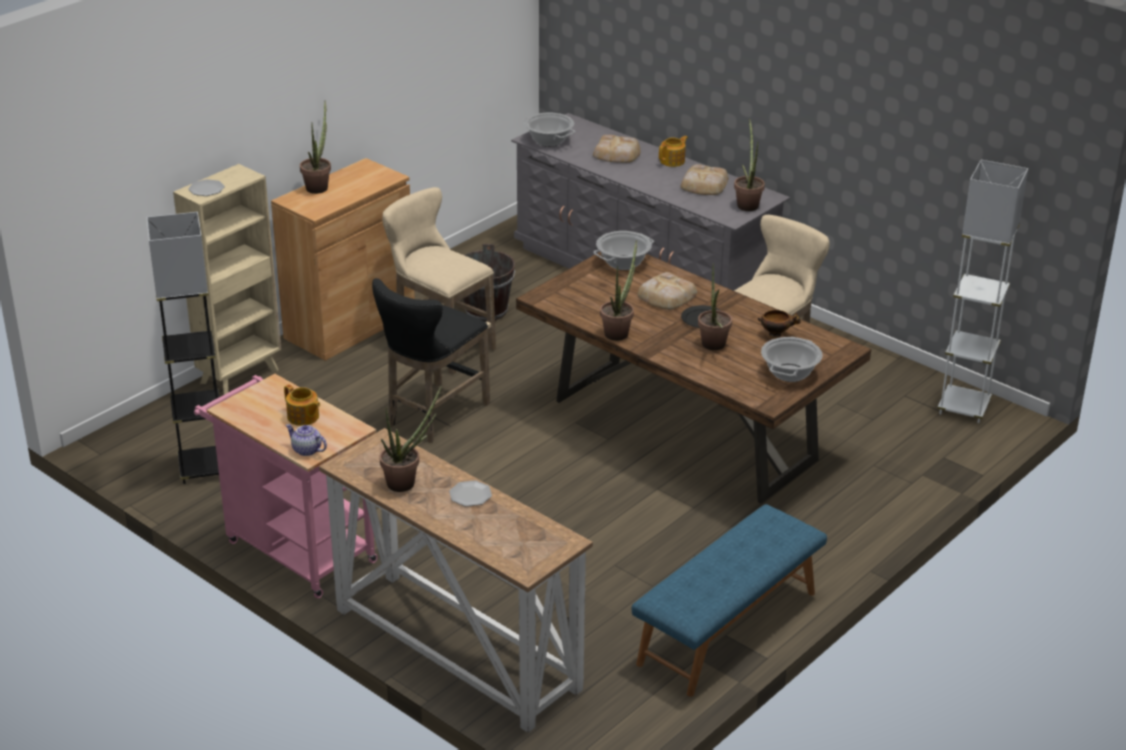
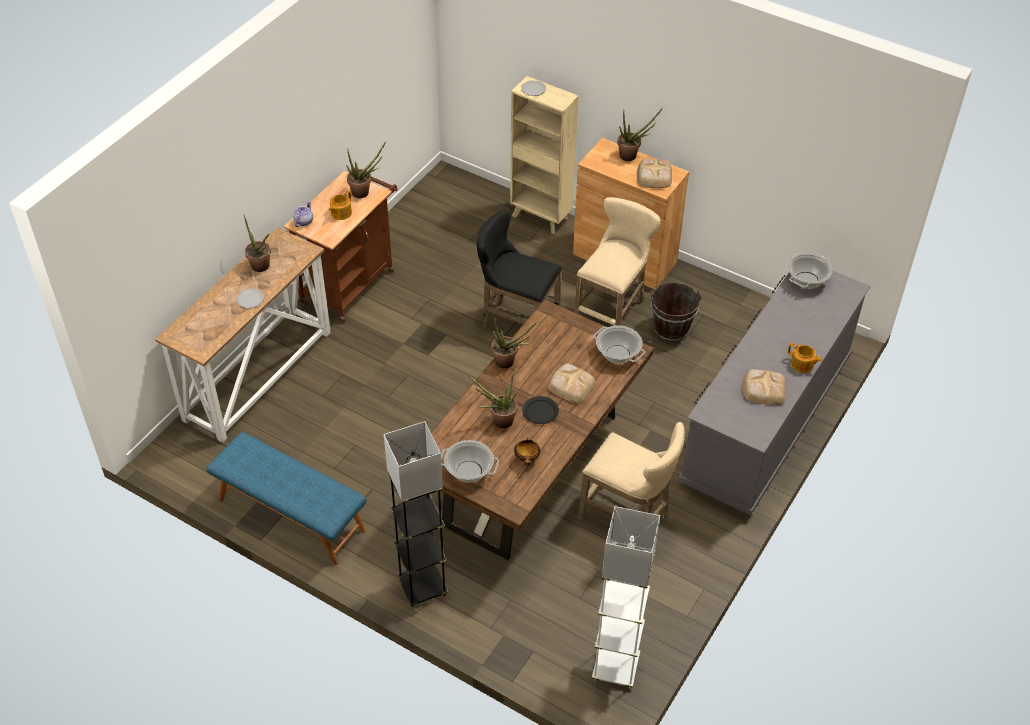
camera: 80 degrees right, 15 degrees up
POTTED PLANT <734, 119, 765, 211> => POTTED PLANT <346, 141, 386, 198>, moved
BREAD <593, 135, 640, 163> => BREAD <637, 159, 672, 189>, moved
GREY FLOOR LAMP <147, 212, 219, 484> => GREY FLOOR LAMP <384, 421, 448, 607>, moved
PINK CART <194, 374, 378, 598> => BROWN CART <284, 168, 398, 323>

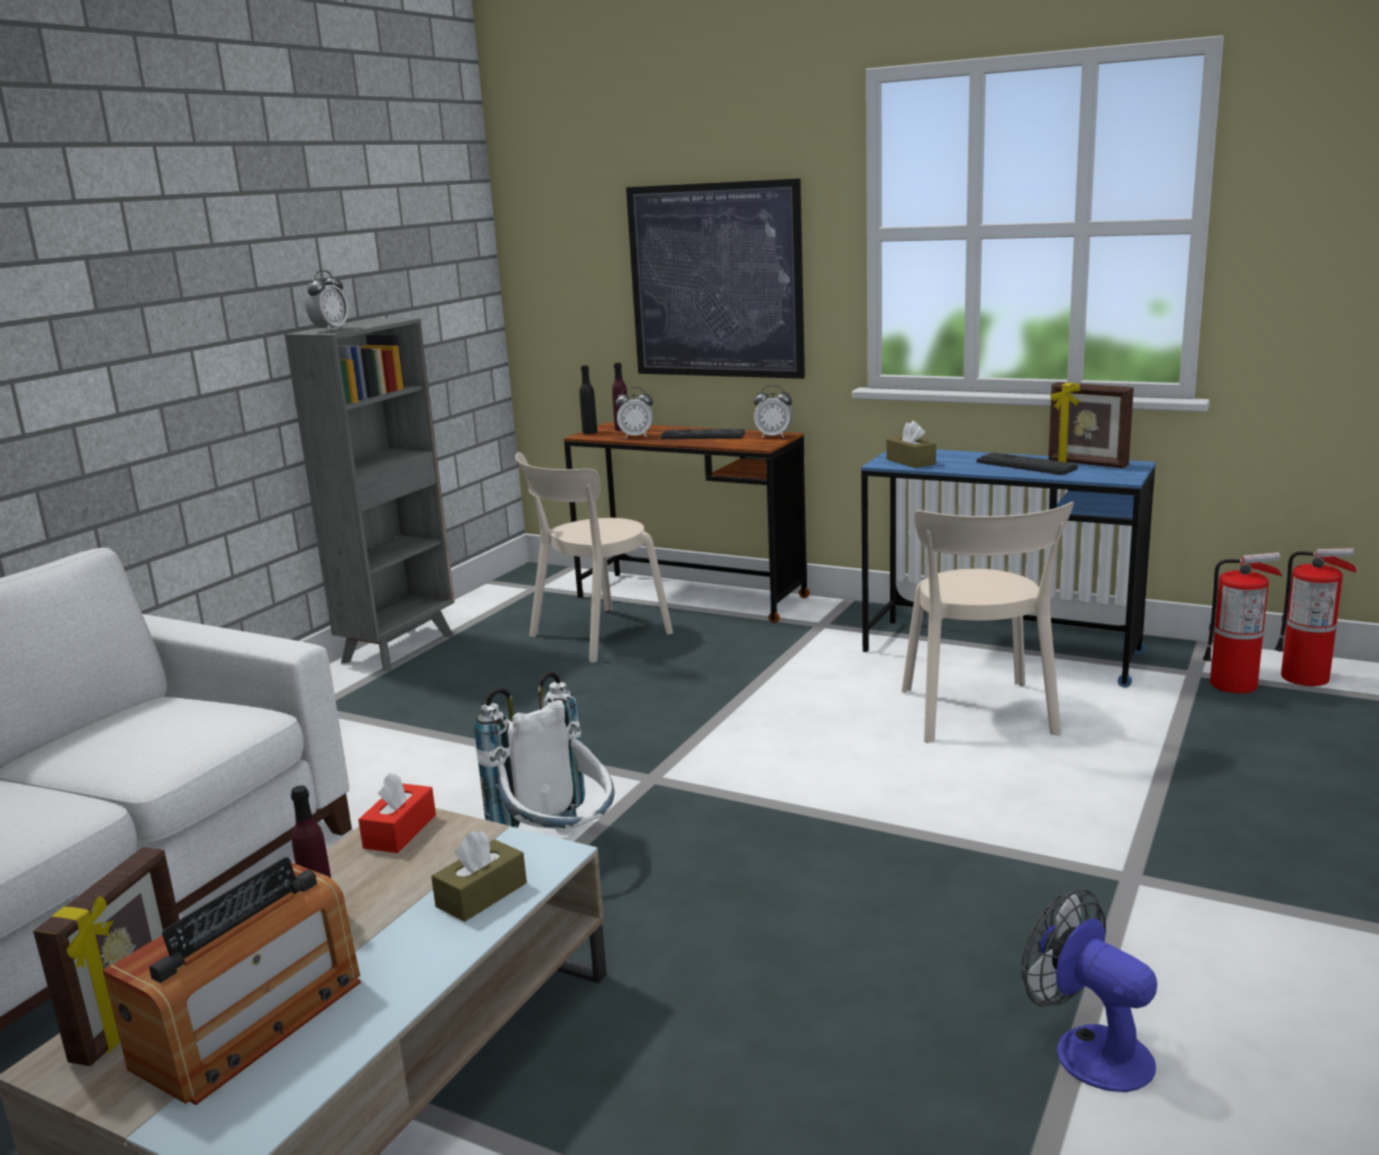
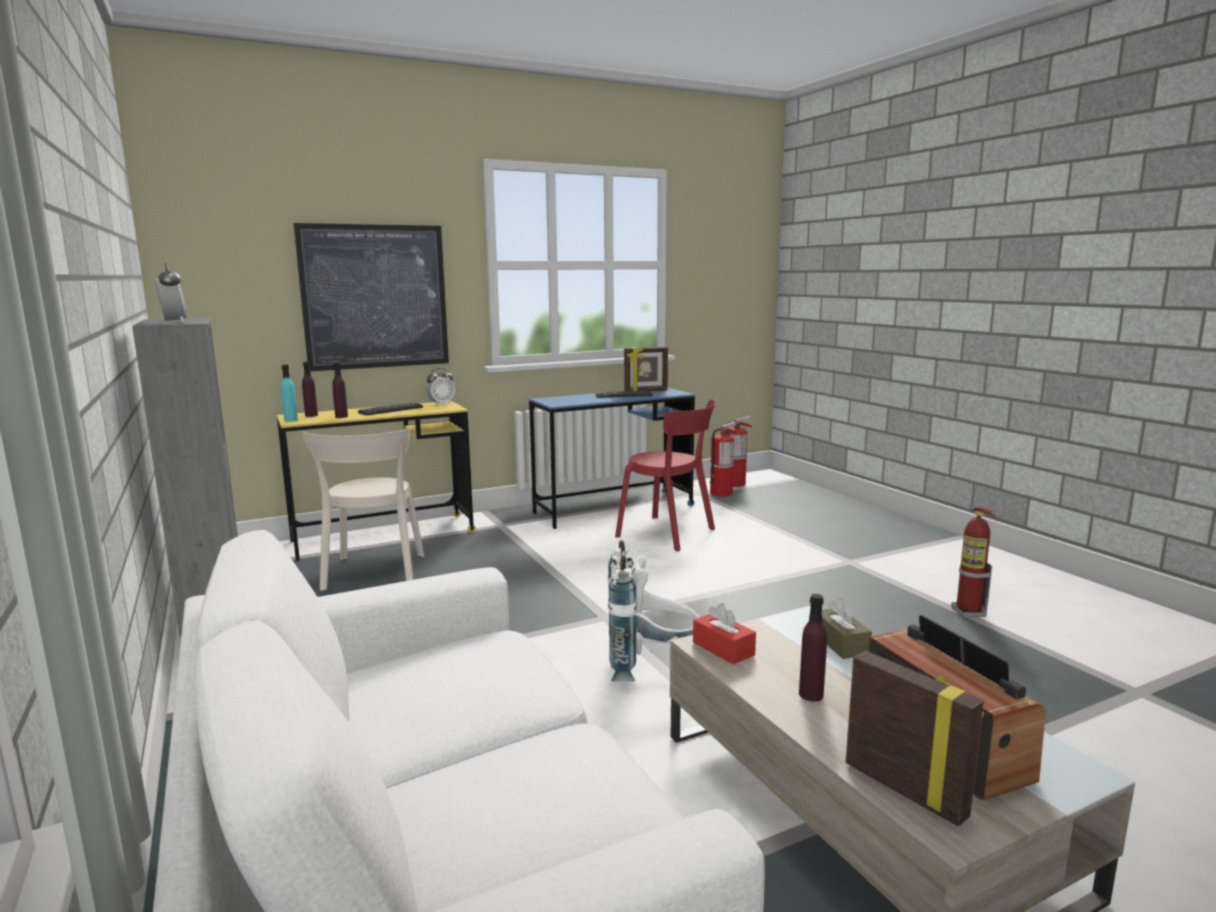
camera: 55 degrees left, 5 degrees down
BLACK BOTTLE <579, 365, 597, 434> => TURQUOISE BOTTLE <281, 365, 298, 422>
ALARM CLOCK <615, 387, 654, 438> => PURPLE BOTTLE <332, 362, 348, 418>
BROWN TISSUE BOX <887, 421, 936, 468> => nothing
BROWN DESK <564, 423, 810, 623> => YELLOW DESK <277, 401, 476, 561>
BEIGE CHAIR <902, 502, 1074, 743> => RED CHAIR <615, 399, 716, 552>
FAN <1021, 889, 1157, 1092> => FIRE EXTINGUISHER <951, 506, 997, 618>

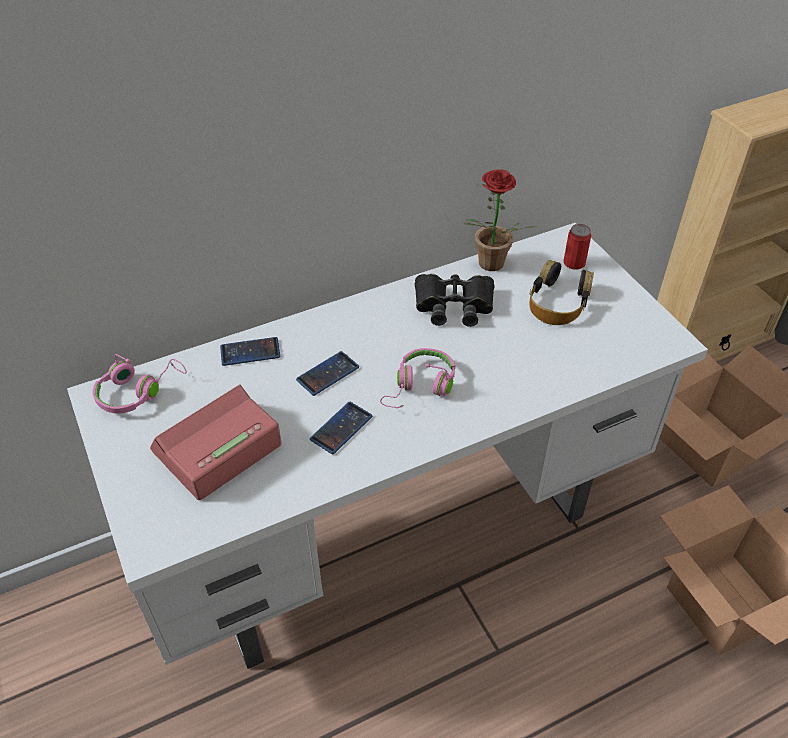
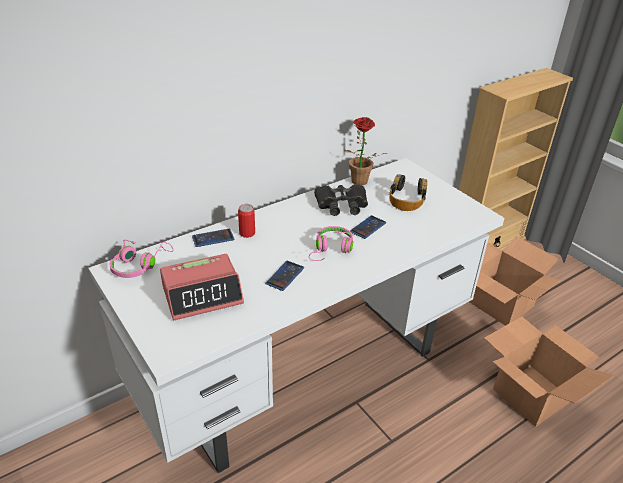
camera: 10 degrees left, 10 degrees down
CAN <564, 224, 591, 270> => CAN <238, 204, 255, 238>, moved
PHONE <296, 351, 359, 396> => PHONE <350, 215, 386, 239>, moved
ALARM CLOCK <150, 385, 282, 500> => ALARM CLOCK <160, 254, 244, 320>, 150 degrees counterclockwise

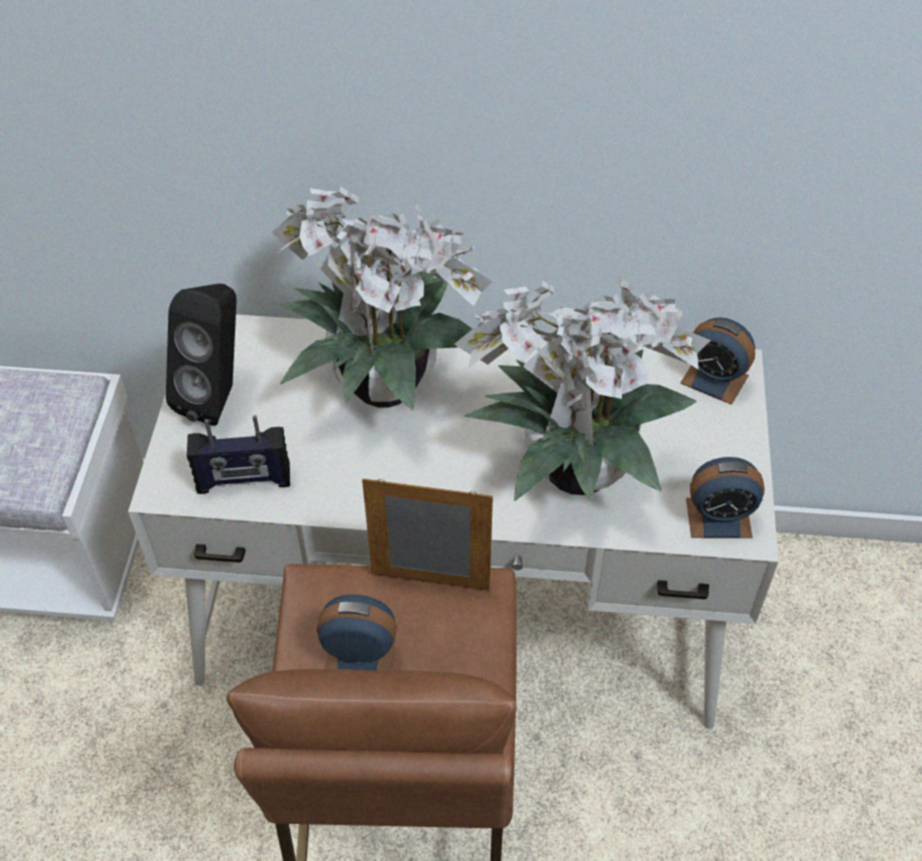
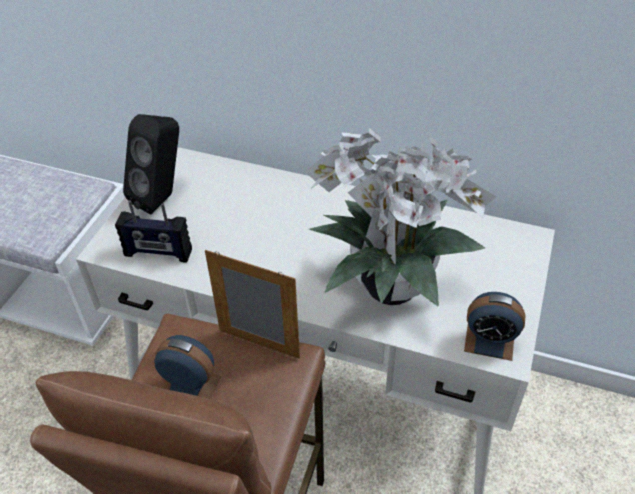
camera: 15 degrees right, 5 degrees down
POTTED PLANT <272, 186, 492, 410> => nothing
ALARM CLOCK <680, 318, 755, 405> => nothing

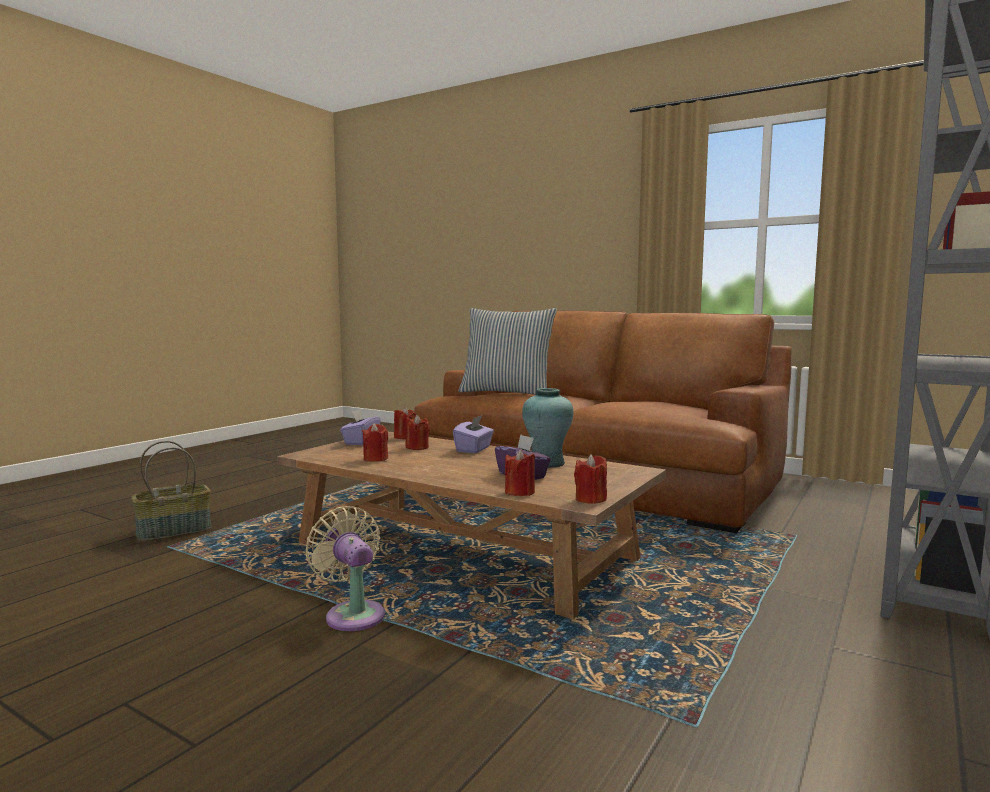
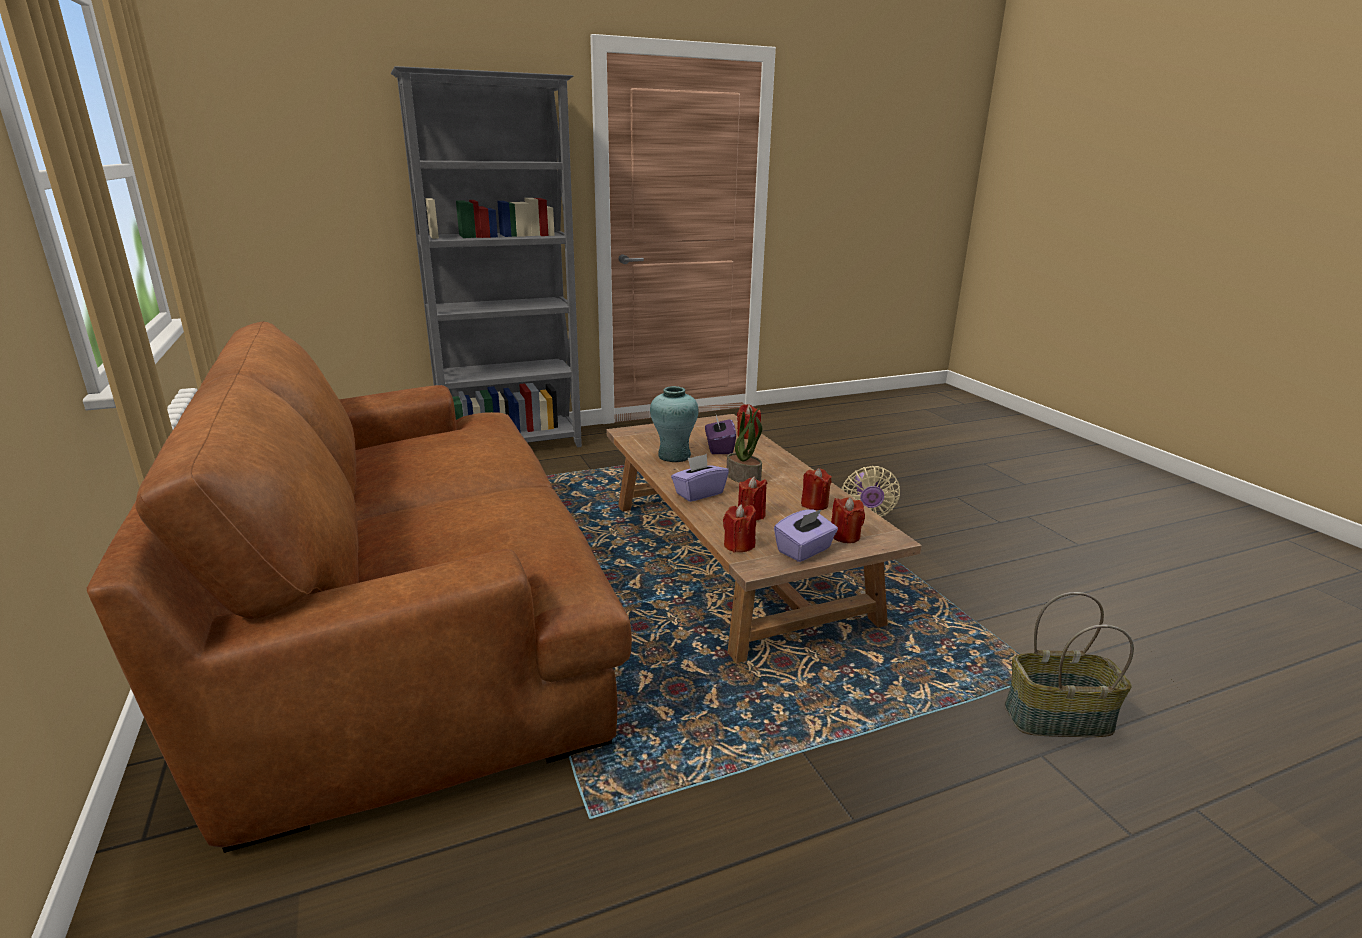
camera: 145 degrees left, 15 degrees up
PILLOW <458, 308, 557, 395> => nothing
RED CANDLE <574, 454, 607, 504> => RED CANDLE <831, 497, 865, 543>, moved
nothing => POTTED PLANT <727, 407, 762, 483>

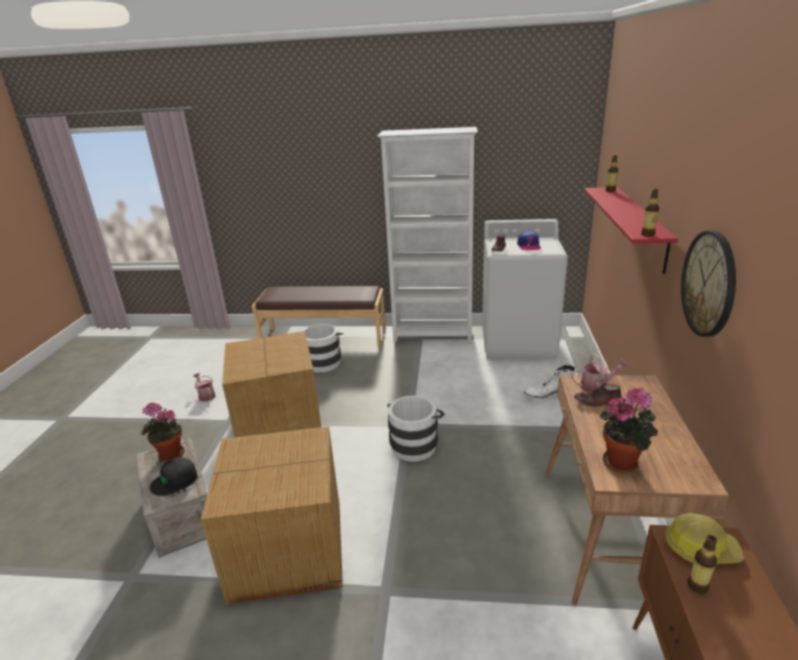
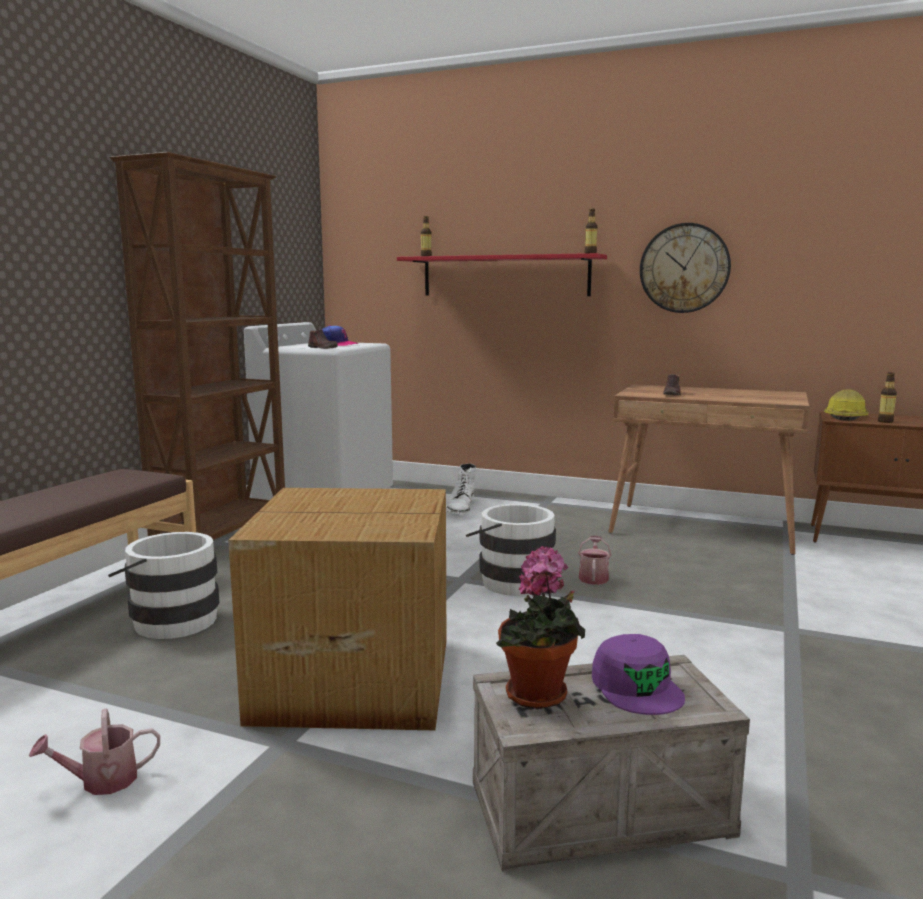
camera: 75 degrees left, 15 degrees down
WHITE BOOKCASE <377, 127, 478, 343> => BROWN BOOKCASE <110, 152, 285, 540>
WATERING CAN <571, 354, 629, 392> => WATERING CAN <578, 535, 611, 585>, moved
POTTED PLANT <600, 387, 658, 473> => nothing
CARDBOARD BOX <201, 426, 343, 605> => nothing
BLACK CAP <150, 457, 198, 496> => PURPLE CAP <592, 634, 685, 715>

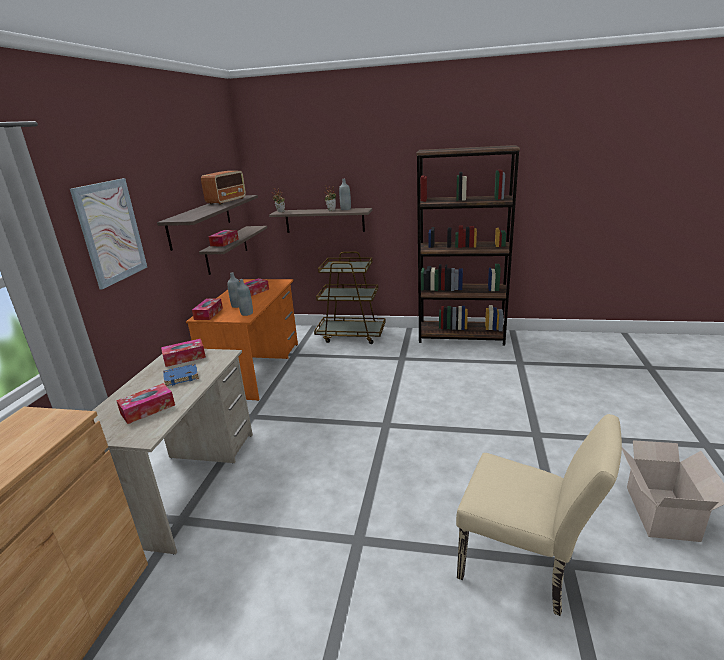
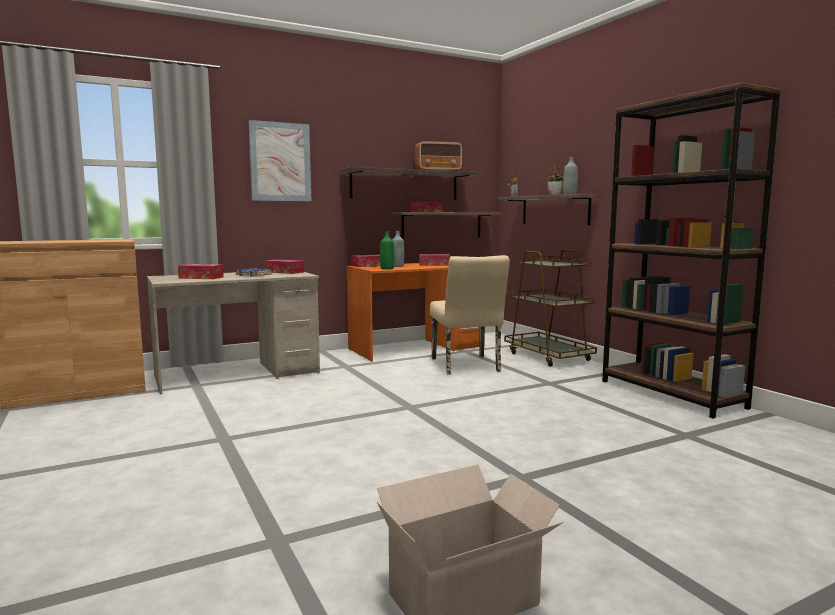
camera: 50 degrees right, 15 degrees down
GREY BOTTLE <237, 279, 253, 316> => GREEN BOTTLE <380, 232, 394, 270>
BEIGE CHAIR <456, 414, 622, 616> => BEIGE CHAIR <430, 255, 510, 374>, moved

